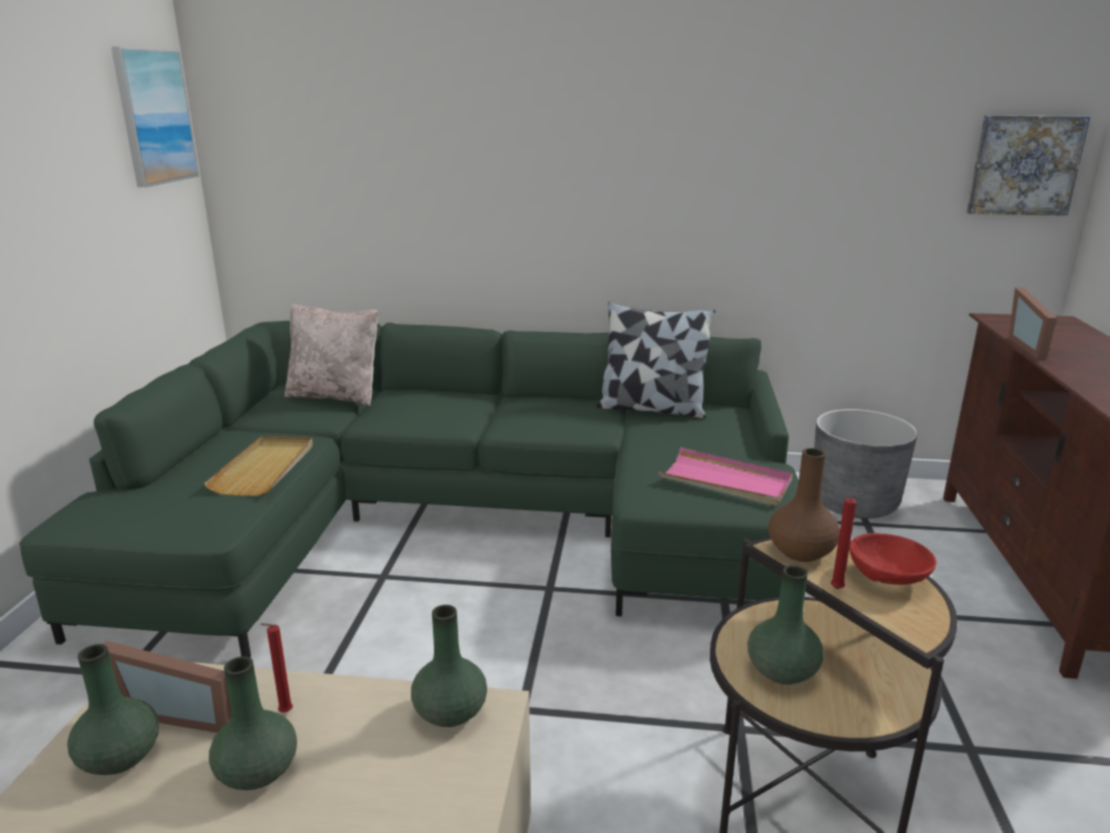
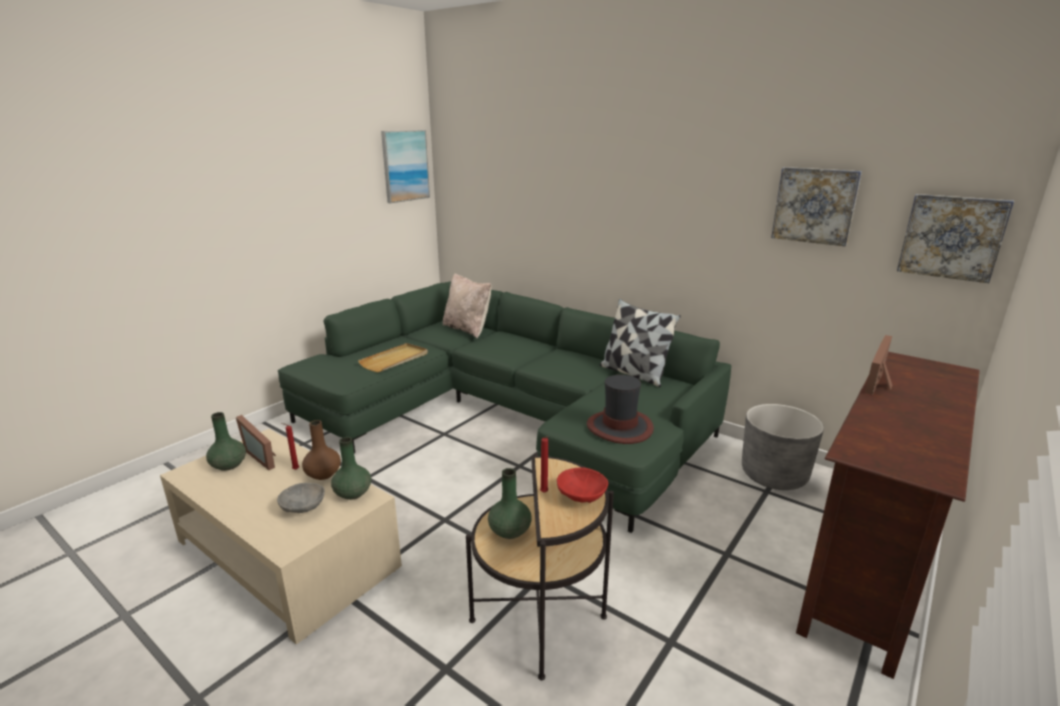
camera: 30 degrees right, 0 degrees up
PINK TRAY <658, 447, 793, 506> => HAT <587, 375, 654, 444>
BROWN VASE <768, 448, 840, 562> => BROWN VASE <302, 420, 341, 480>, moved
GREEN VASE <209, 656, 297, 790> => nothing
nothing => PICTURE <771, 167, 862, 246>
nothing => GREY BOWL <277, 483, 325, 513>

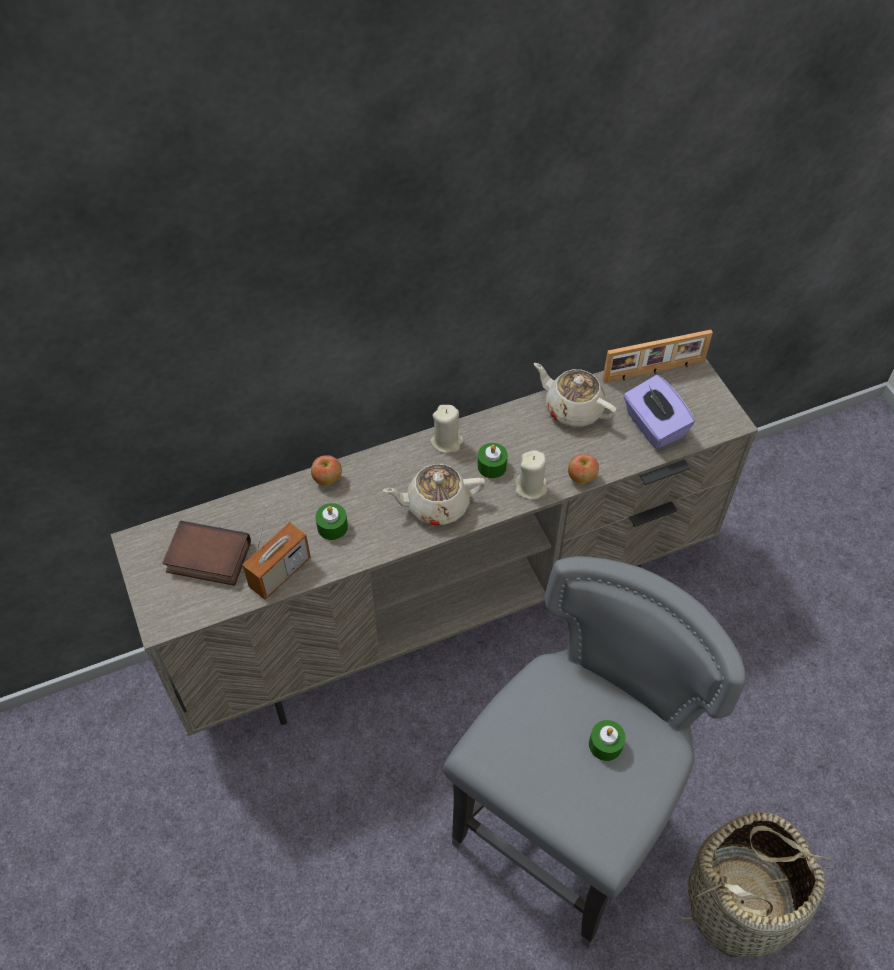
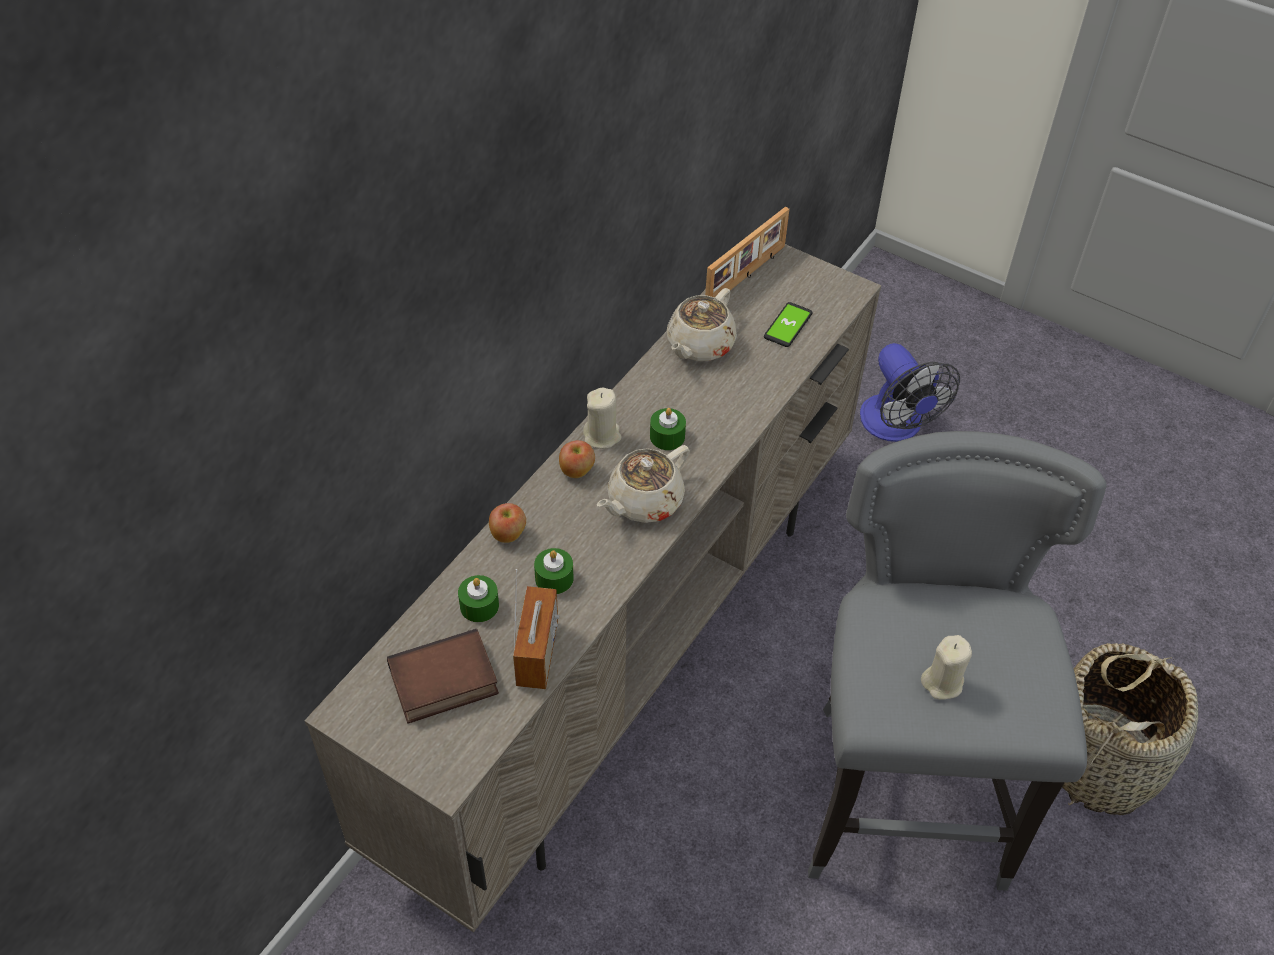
camera: 35 degrees left, 5 degrees down
BEIGE TEAPOT <534, 363, 617, 427> => BEIGE TEAPOT <667, 288, 737, 361>, 60 degrees counterclockwise
PURPLE TISSUE BOX <624, 375, 695, 449> => PHONE <764, 302, 812, 347>
BEIGE CANDLE <516, 450, 547, 500> => BEIGE CANDLE <921, 635, 972, 700>, moved
APPLE <568, 454, 599, 484> => APPLE <559, 440, 595, 478>, moved
GREEN CANDLE <589, 720, 626, 761> => GREEN CANDLE <458, 575, 499, 622>, moved
nothing => FAN <860, 343, 960, 442>

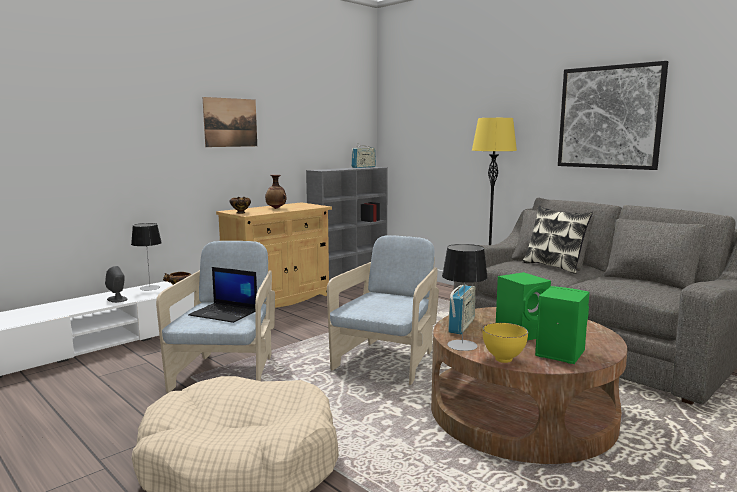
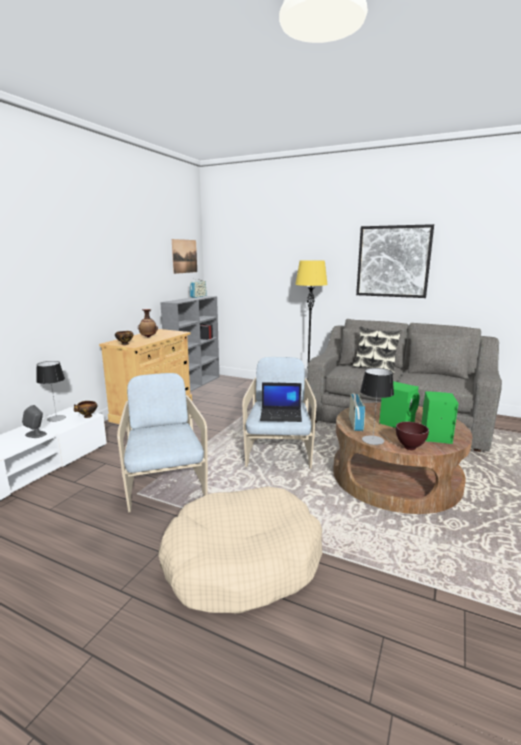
camera: 20 degrees left, 5 degrees up
PICTURE <203, 97, 257, 147> => PICTURE <172, 239, 197, 274>, moved
LAPTOP <188, 267, 257, 323> => LAPTOP <260, 382, 302, 422>, moved
YELLOW BOWL <483, 323, 528, 363> => BROWN BOWL <396, 422, 429, 450>

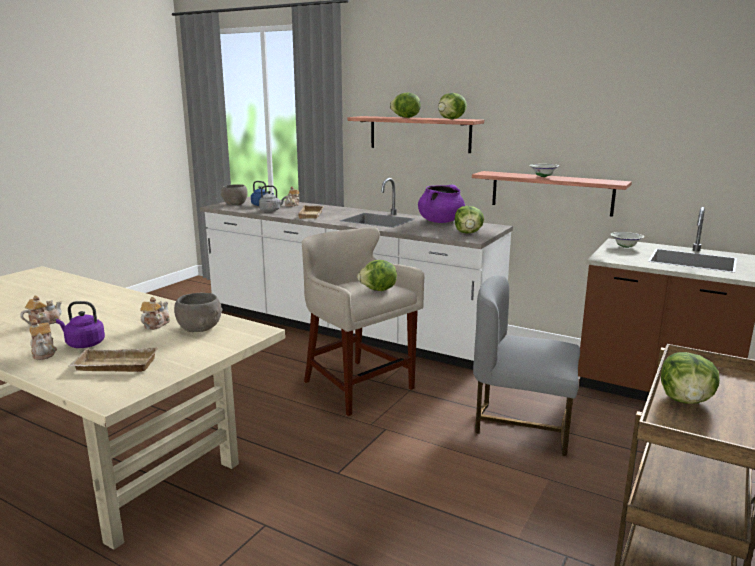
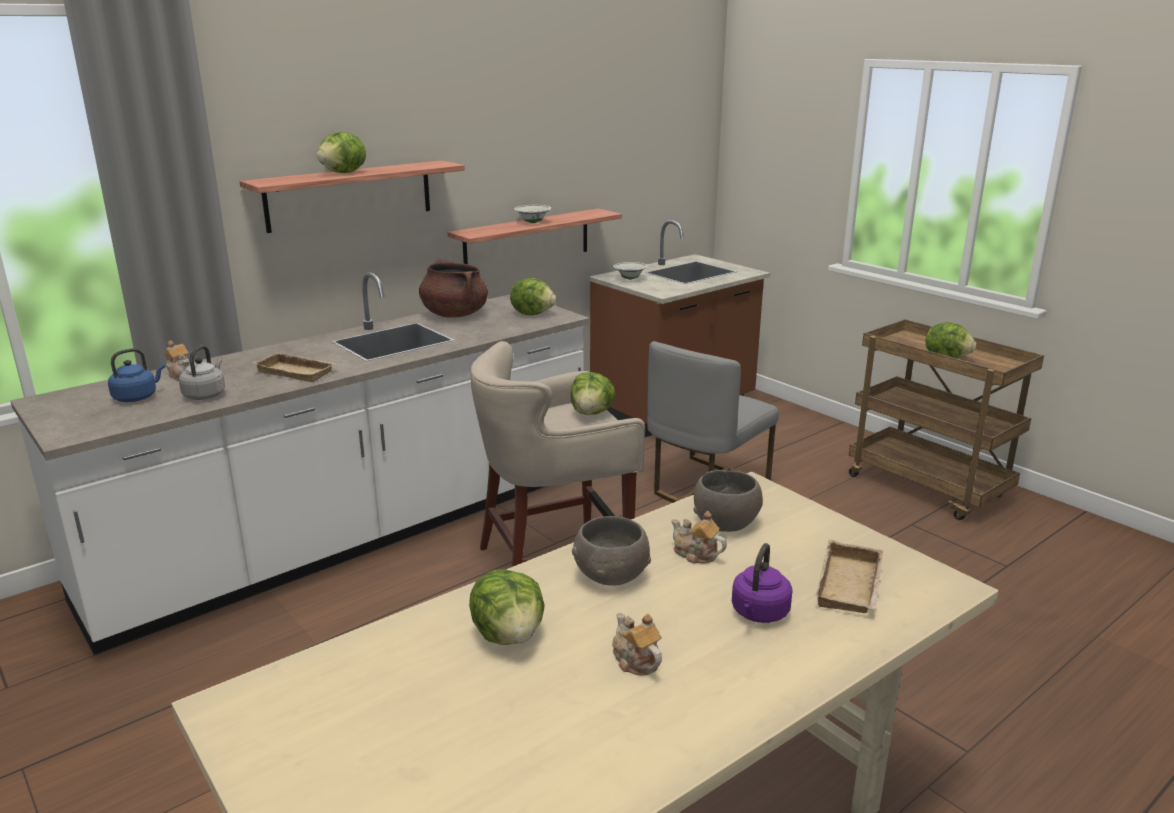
camera: 70 degrees left, 5 degrees up
LETTUCE <438, 93, 467, 119> => LETTUCE <469, 569, 544, 645>, moved
GREY BOWL <221, 184, 248, 205> => GREY BOWL <572, 516, 651, 586>, moved
PURPLE COOKING POT <418, 184, 465, 223> => BROWN COOKING POT <419, 259, 488, 318>
TEAPOT <30, 319, 57, 360> => nothing

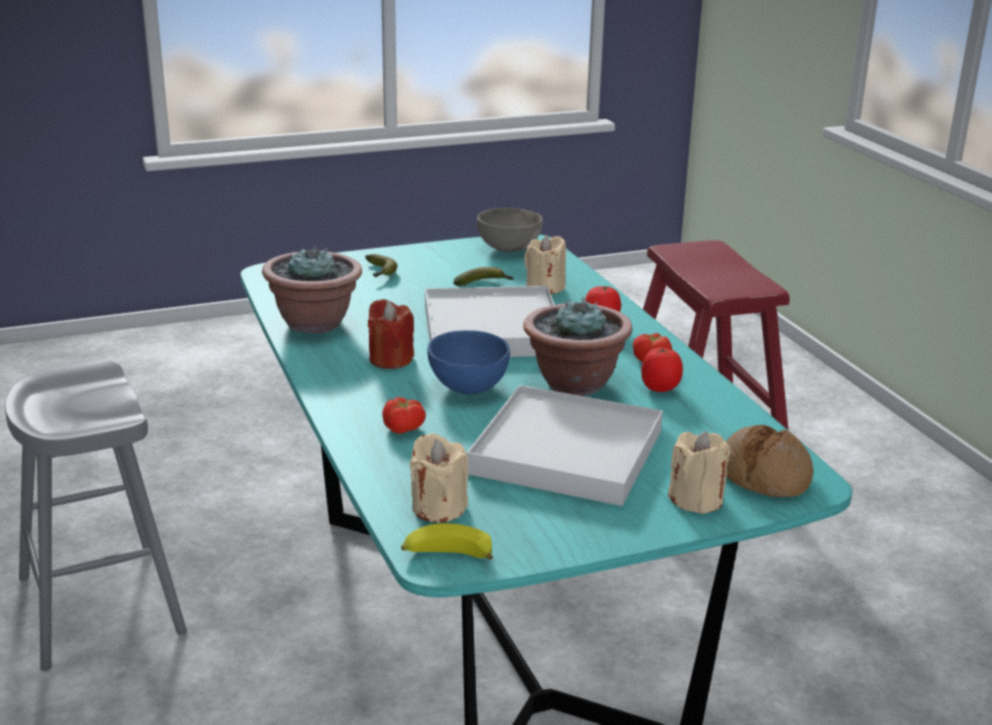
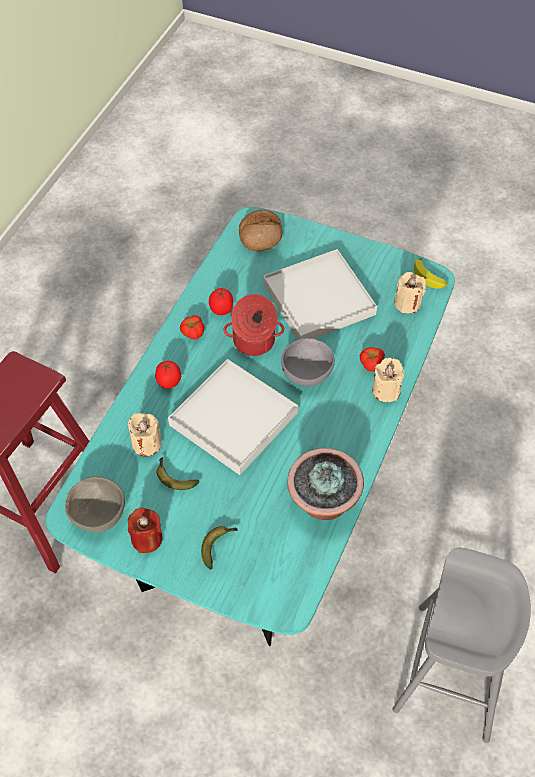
camera: 135 degrees left, 30 degrees up
POTTED PLANT <523, 298, 633, 396> => COOKING POT <223, 294, 284, 356>
RED CANDLE <368, 299, 414, 369> => RED CANDLE <128, 508, 162, 553>, moved
BLUE BOWL <427, 330, 510, 394> => GREY BOWL <281, 338, 335, 386>
BEIGE CANDLE <668, 431, 730, 514> => BEIGE CANDLE <372, 358, 404, 402>, moved

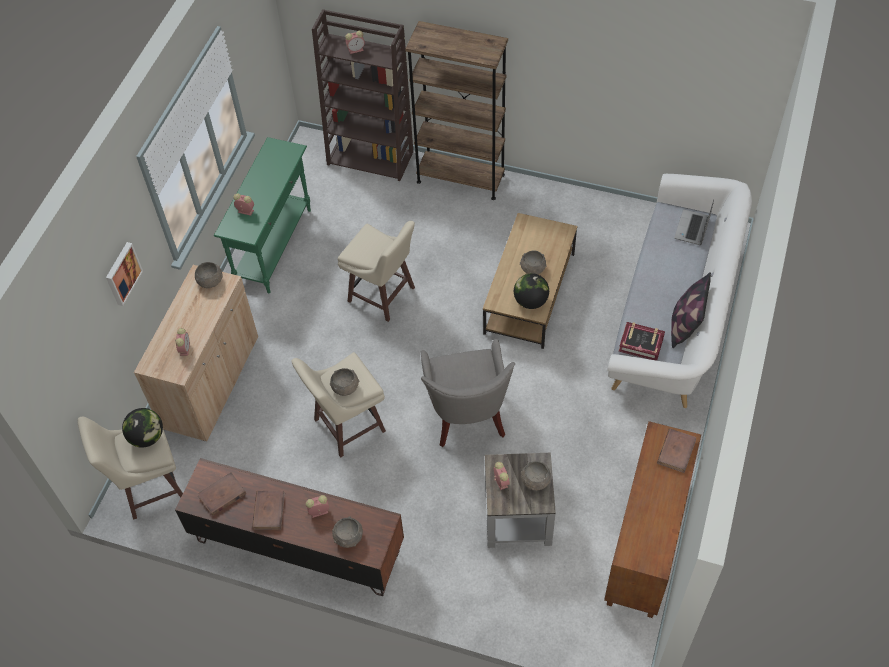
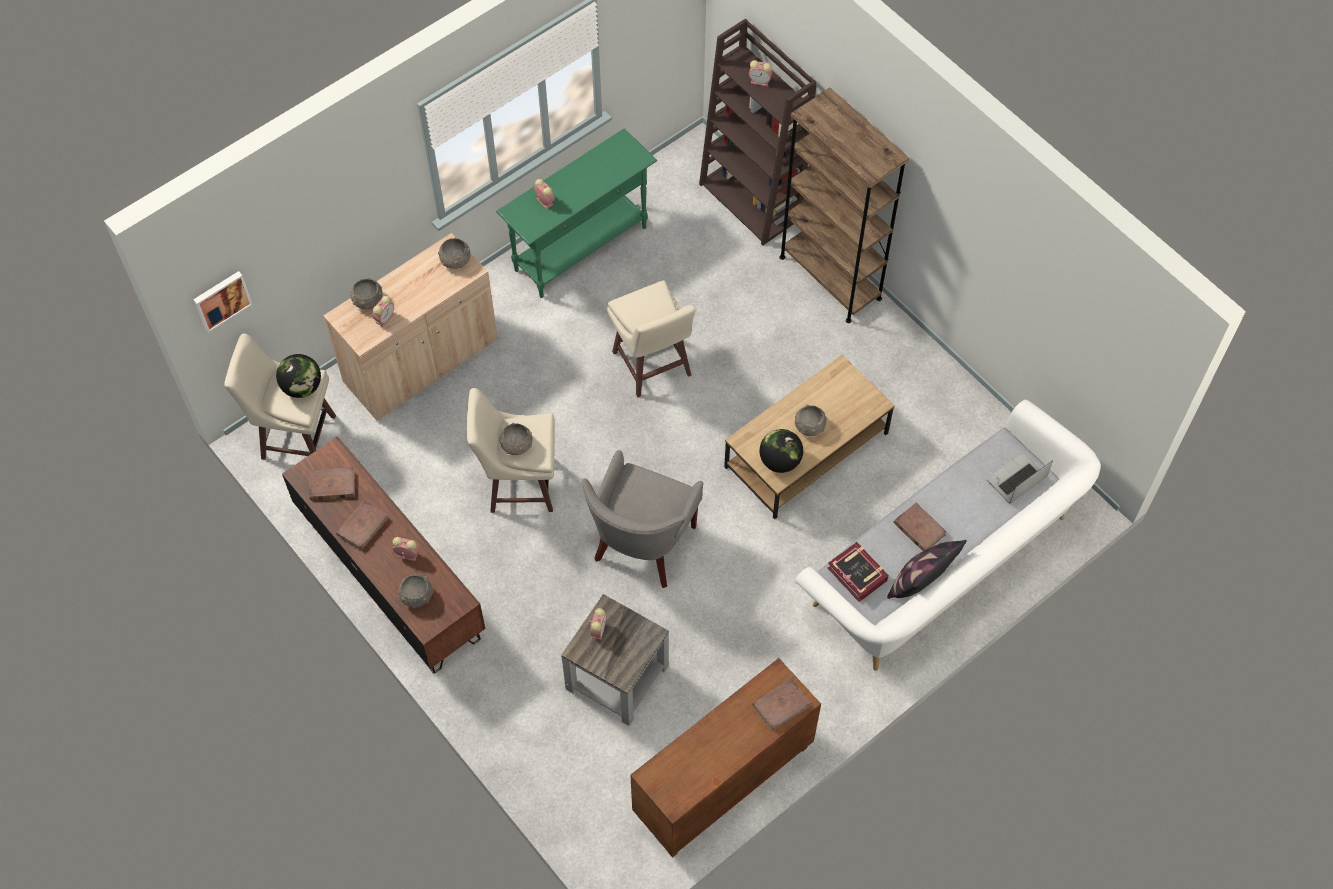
camera: 30 degrees right, 5 degrees up
PICTURE <106, 242, 143, 306> => PICTURE <193, 271, 253, 333>, moved
GREY BOWL <521, 461, 551, 491> => GREY BOWL <350, 278, 382, 309>, moved
nothing => BROWN BOOK <894, 503, 947, 551>

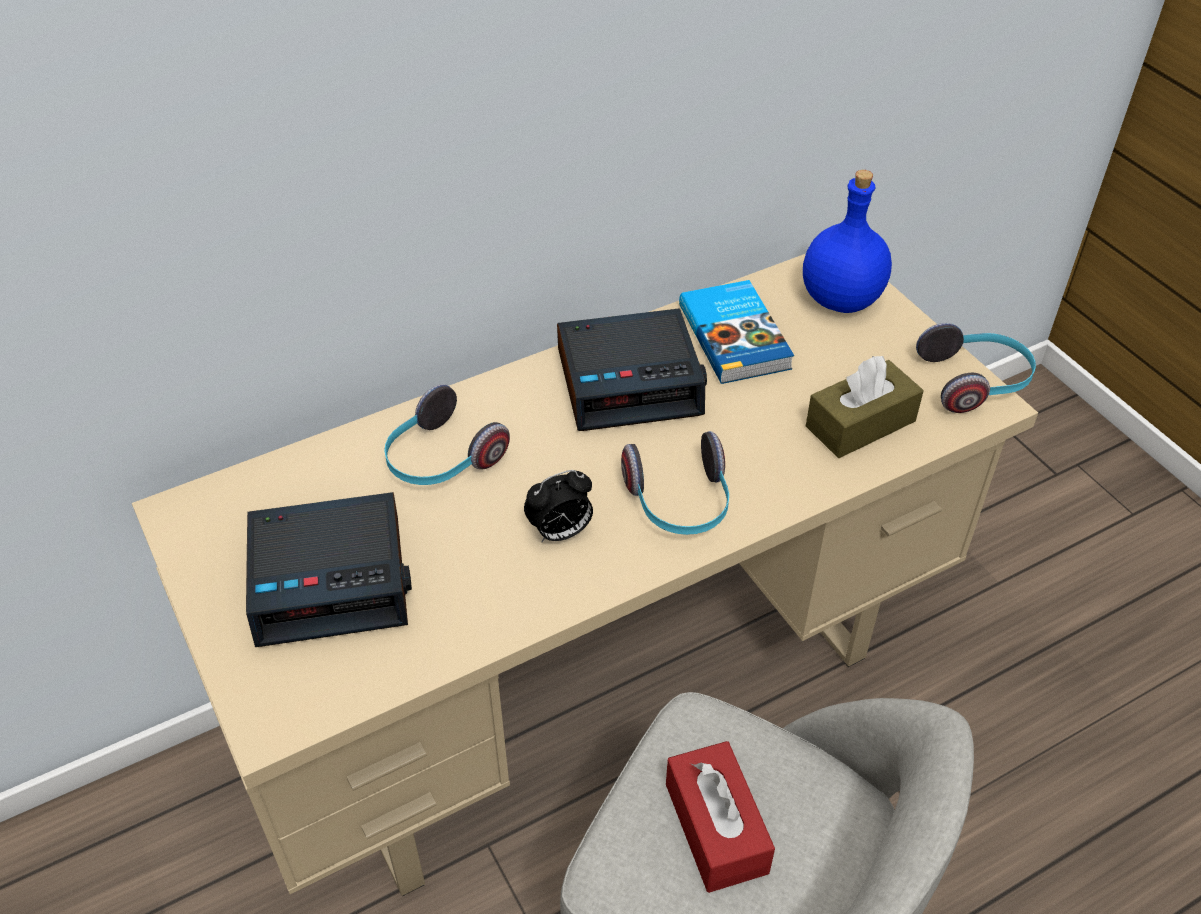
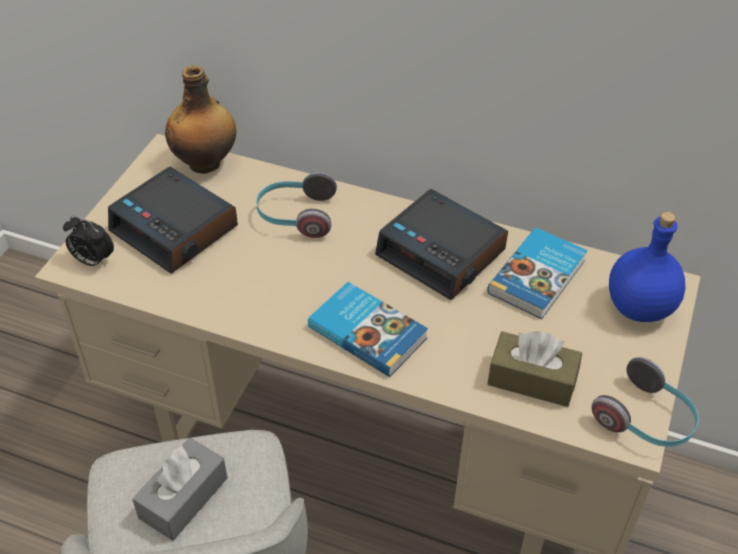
camera: 50 degrees right, 0 degrees up
HEADPHONES <621, 431, 729, 535> => BOOK <308, 282, 428, 377>
ALARM CLOCK <524, 470, 593, 542> => ALARM CLOCK <63, 216, 114, 267>, moved
RED TISSUE BOX <666, 741, 775, 893> => GREY TISSUE BOX <132, 438, 227, 541>
nothing => BOTTLE <165, 65, 237, 174>

